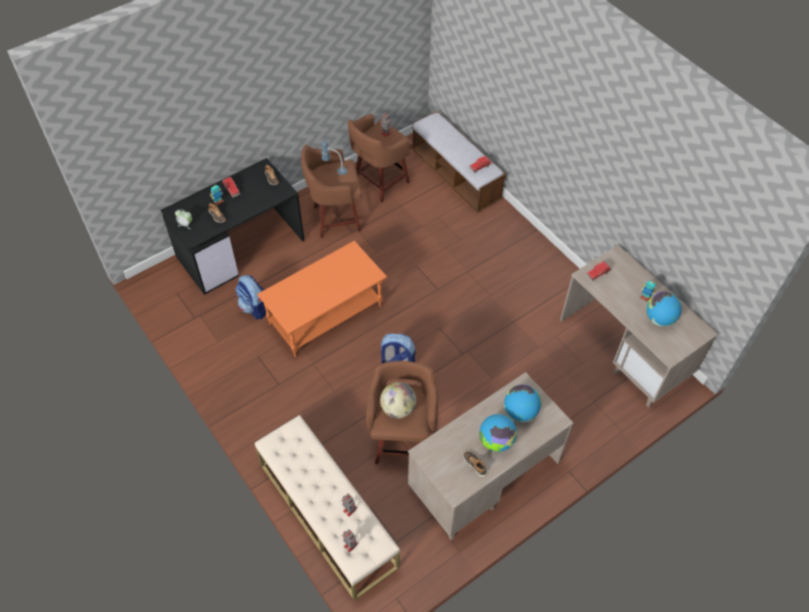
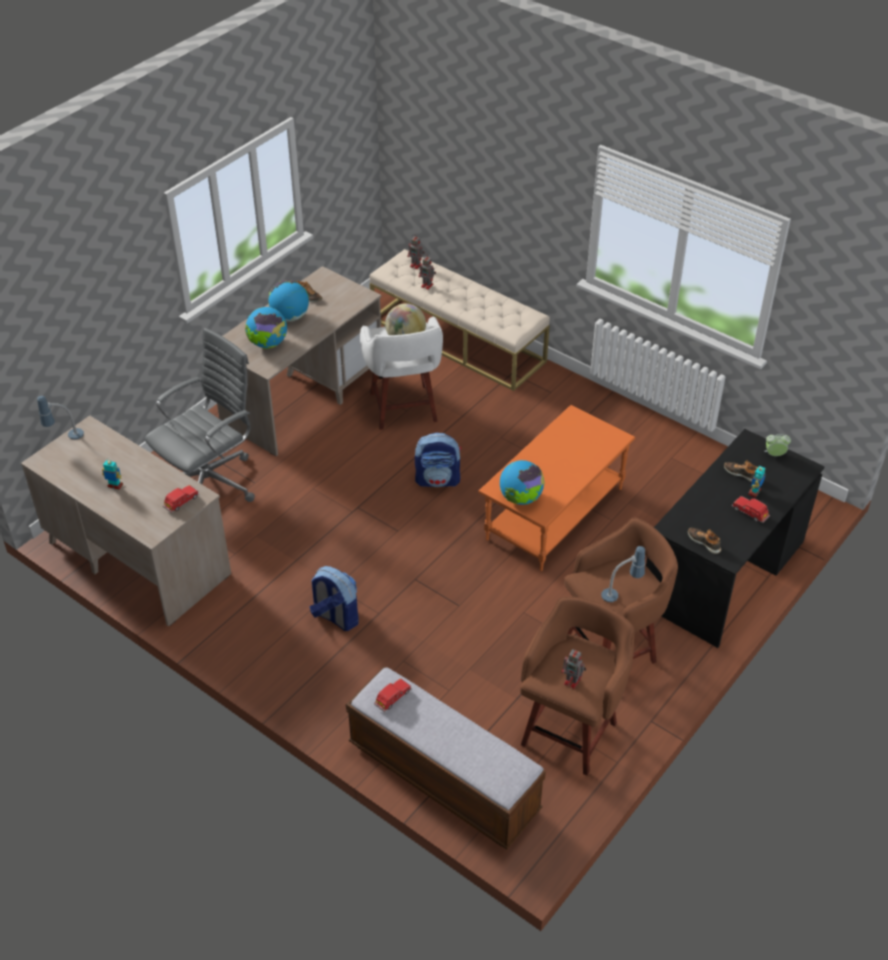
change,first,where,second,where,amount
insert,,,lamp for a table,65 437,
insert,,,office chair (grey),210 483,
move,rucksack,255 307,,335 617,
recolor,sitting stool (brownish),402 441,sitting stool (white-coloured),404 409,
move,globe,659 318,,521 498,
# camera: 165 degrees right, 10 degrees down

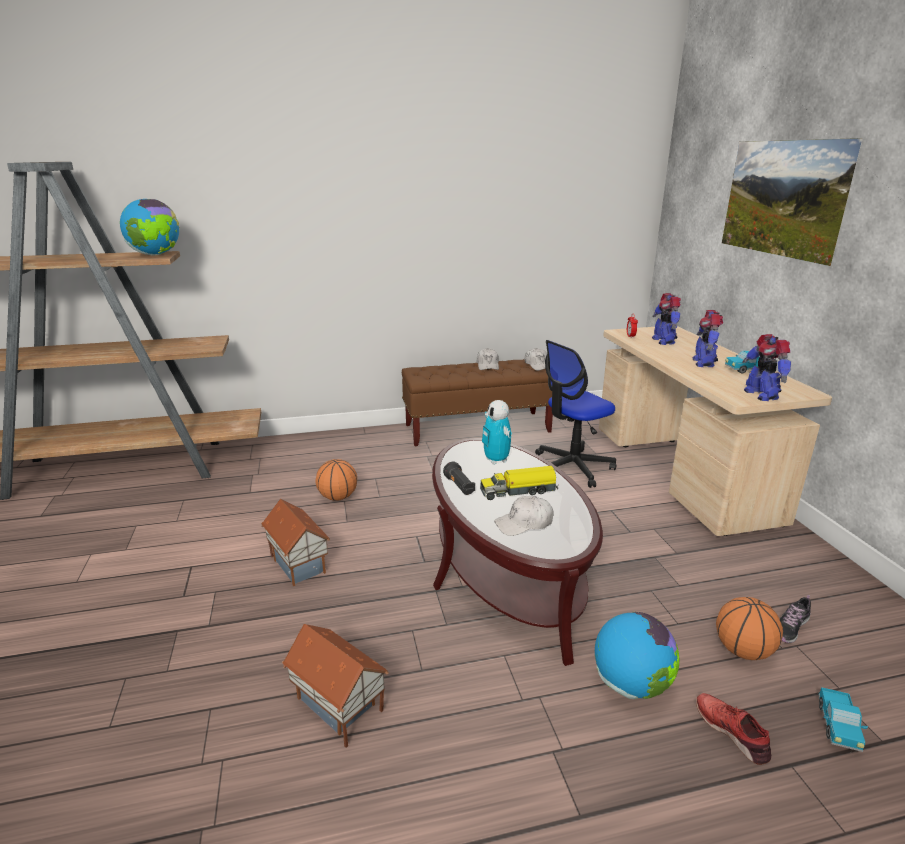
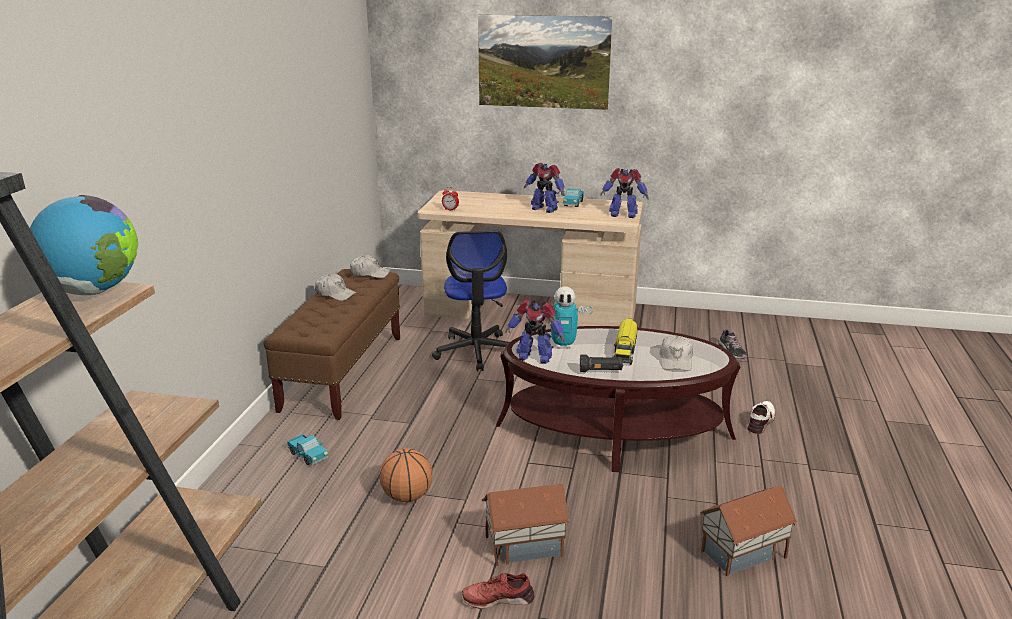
change,first,where,second,where,amount
move,toy truck,837 727,,308 456,
move,low shoe (reddish),732 731,,498 598,
move,toy robot,663 341,,534 357,
replace,globe,631 684,low shoe (white-coloured),761 421,
delete,ball for basketball,743 650,,,
# camera: 65 degrees left, 0 degrees up

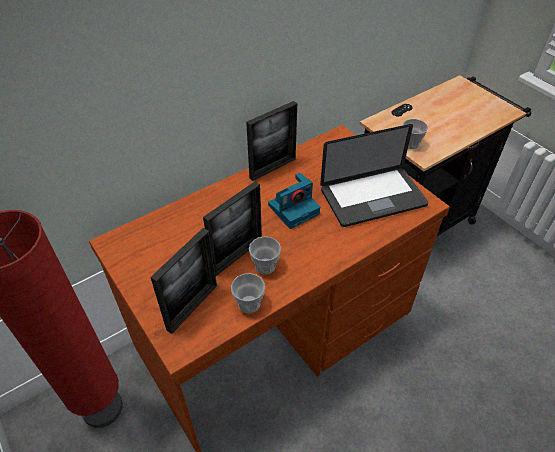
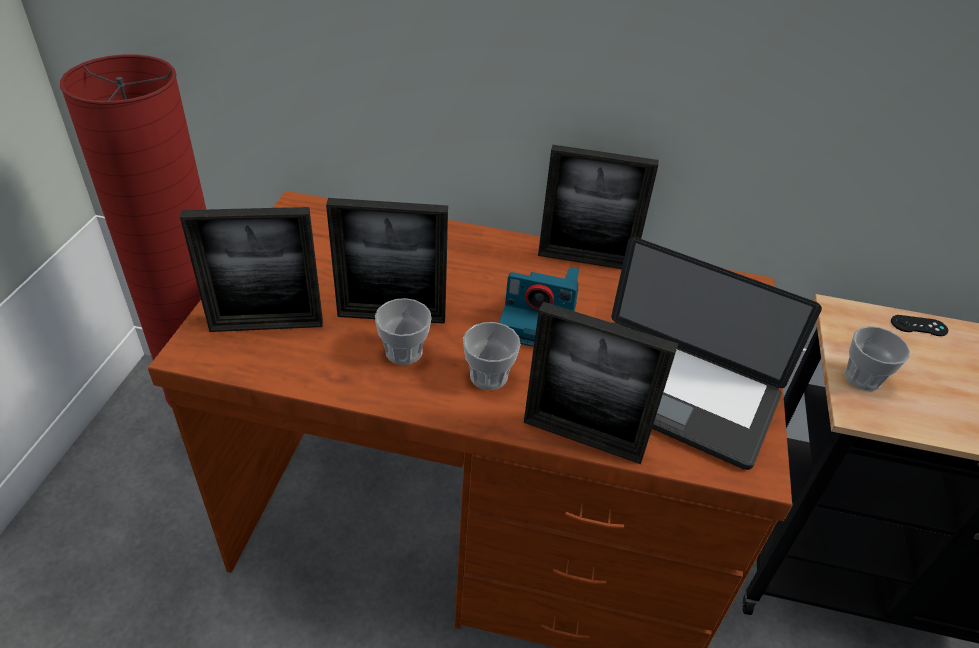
change,first,where,second,where,amount
move,small cup,249 303,,488 376,
insert,,,photo frame,582 438,
# camera: 45 degrees right, 5 degrees down

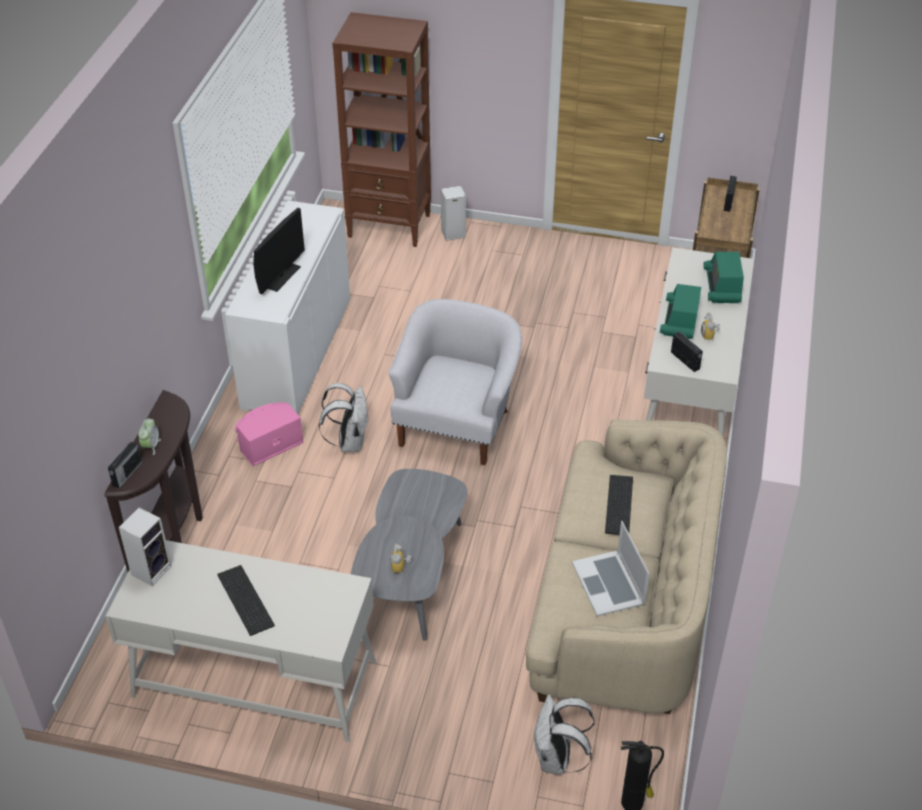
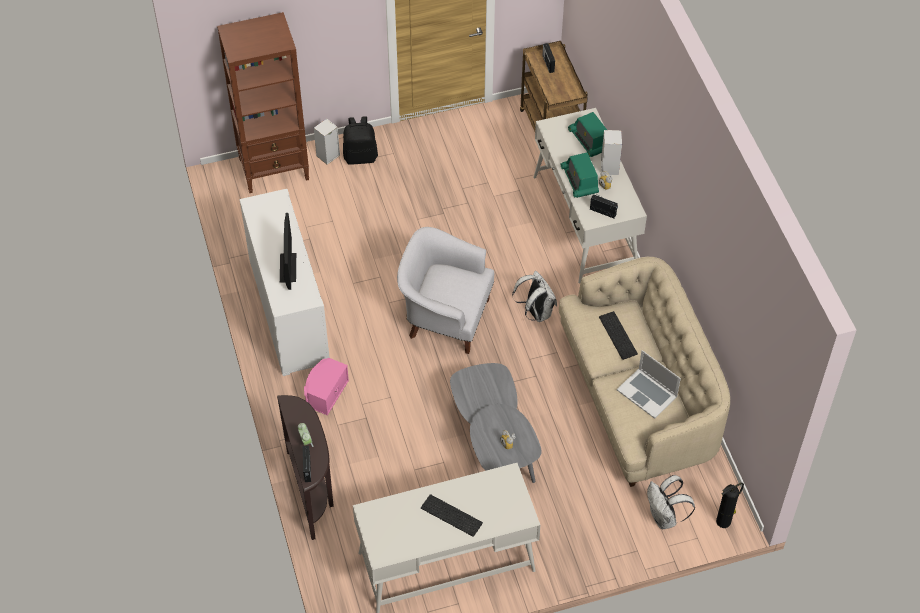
change,first,where,second,where,amount
insert,,,rucksack (black-coloured),360 156,
rotate,armchair (white-coloured),456 425,,445 317,60 degrees counterclockwise
move,rucksack (white-coloured),349 442,,536 312,
move,speaker,151 569,,609 167,
# camera: 30 degrees left, 10 degrees up

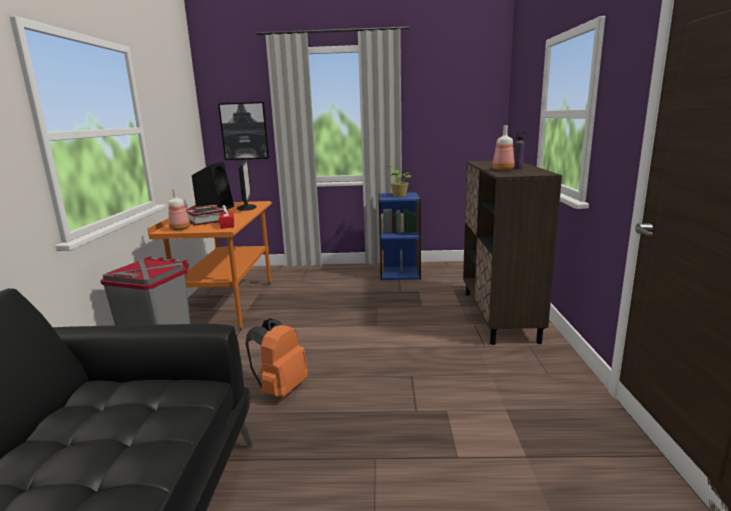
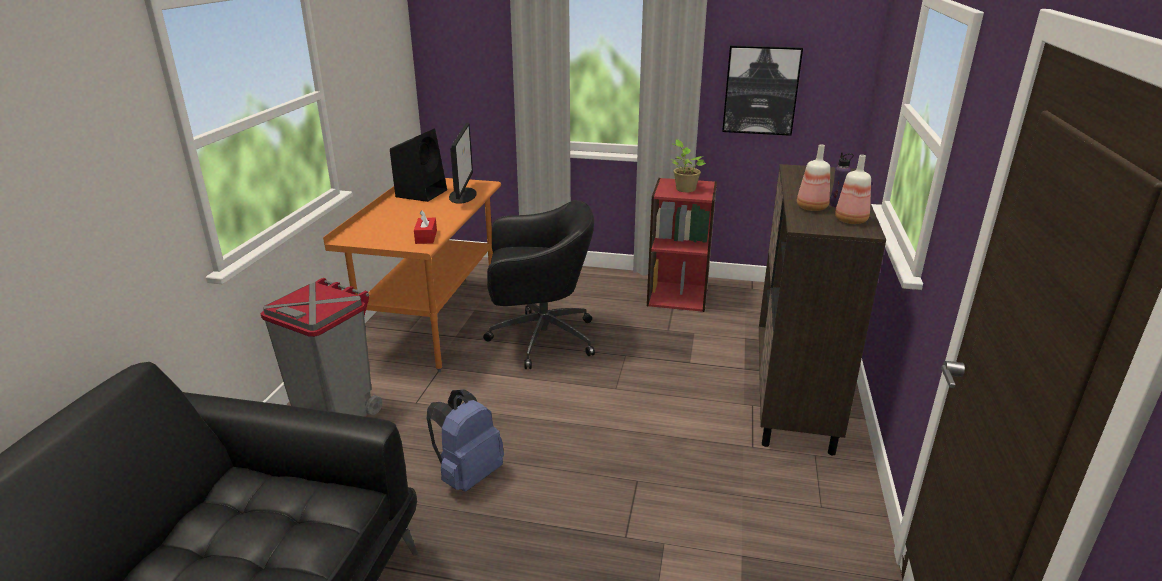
change,first,where,second,where,amount
recolor,rucksack (orangey),280 389,rucksack (blue-coloured),468 475,
insert,,,office chair (black-coloured),539 338,
recolor,bookcase (blue-coloured),399 273,bookcase (reddish),678 296,
move,wall picture,244 131,,761 90,
move,beverage bottle,180 229,,852 221,
delete,volume,205 220,,,
# camera: 10 degrees right, 10 degrees up

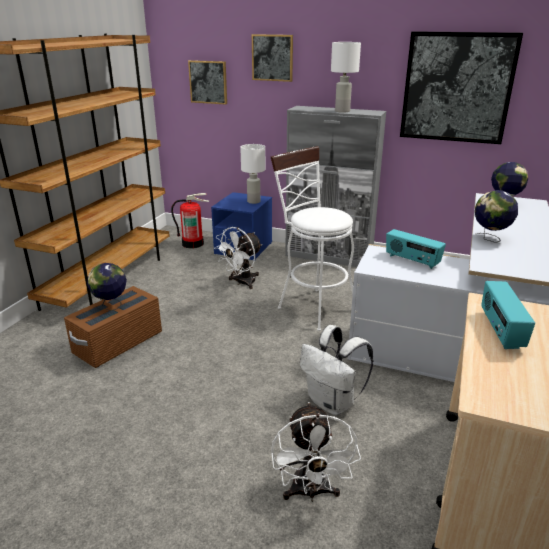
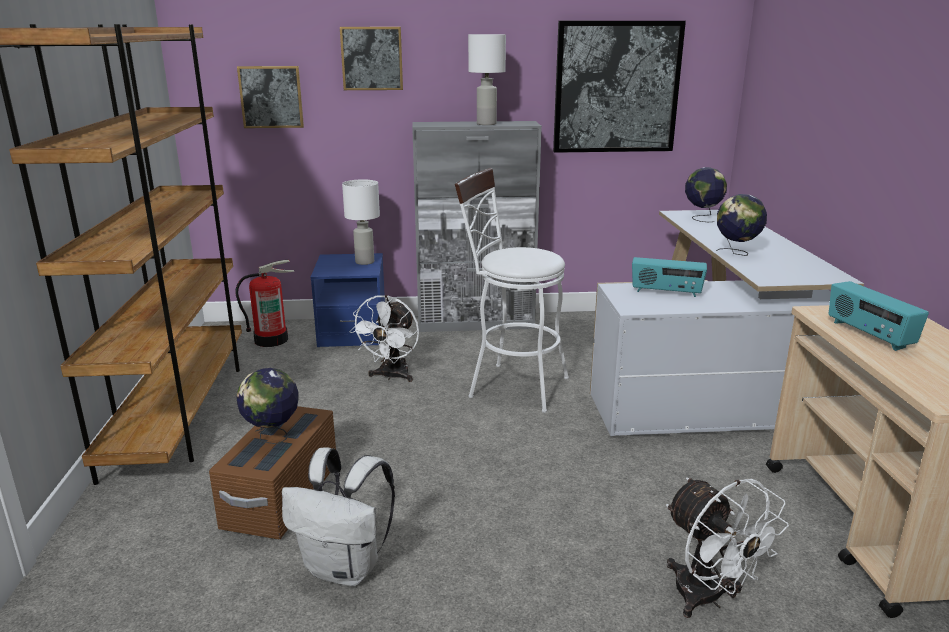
change,first,where,second,where,amount
move,rucksack (white-coloured),333 403,,345 568,
# camera: 25 degrees left, 5 degrees down

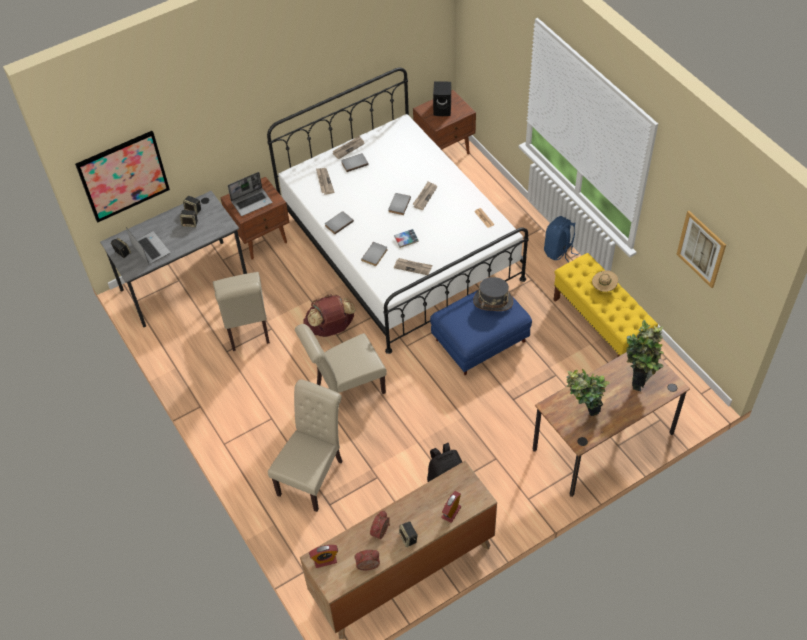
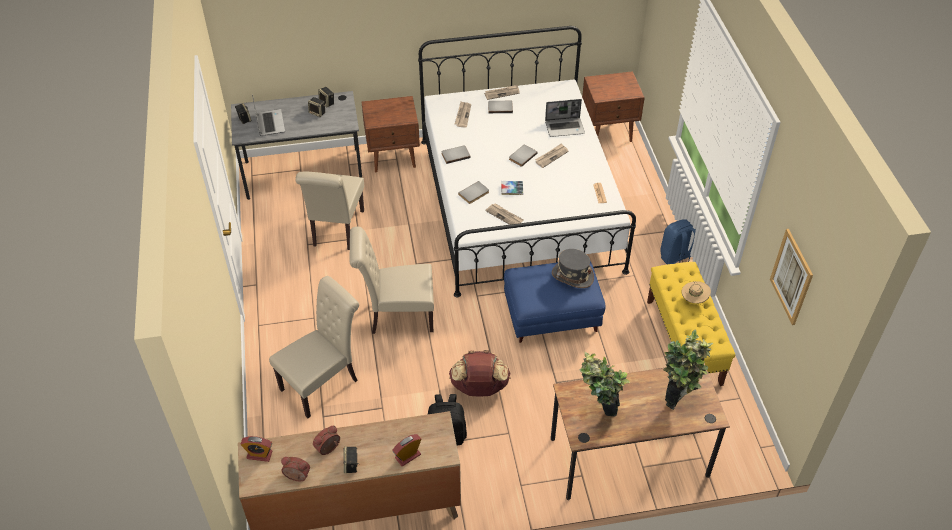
change,first,where,second,where,amount
move,rucksack (brownish),331 328,,479 388,
move,notebook computer,252 202,,565 127,
delete,wall picture,123 176,,,
delete,speaker (black-coloured),443 109,,,
# camera: 20 degrees right, 5 degrees down

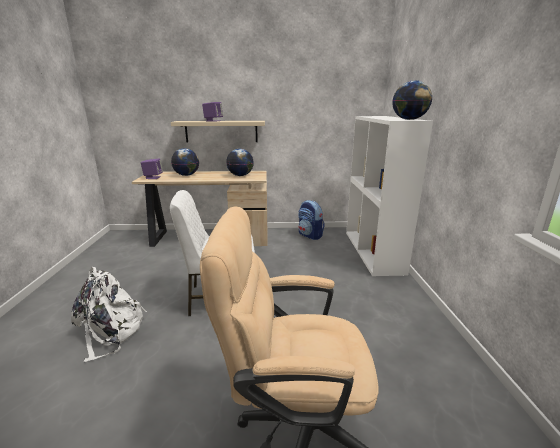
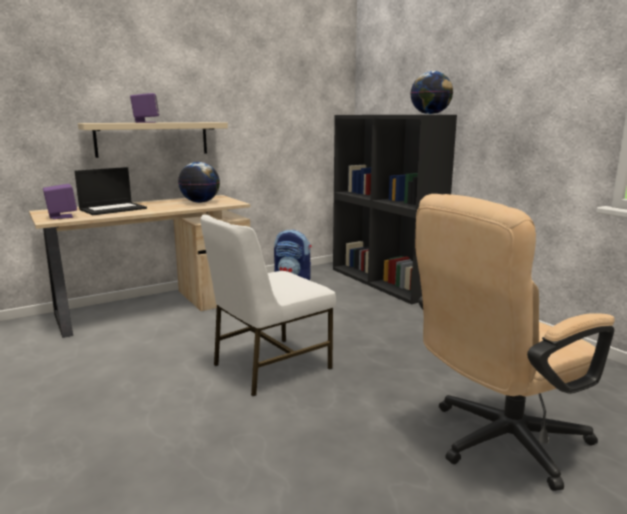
change,first,where,second,where,amount
replace,globe,186 175,notebook computer,113 209,
recolor,bookcase (white-coloured),373 251,bookcase (black-coloured),385 282,
delete,rucksack (white-coloured),110 331,,,
# camera: 30 degrees left, 5 degrees down

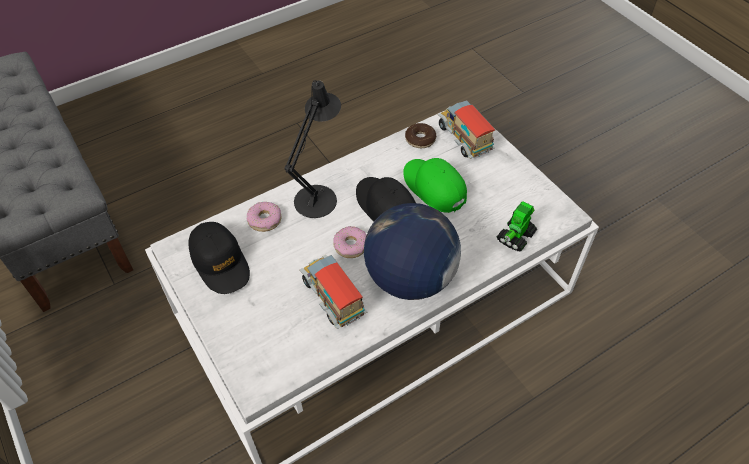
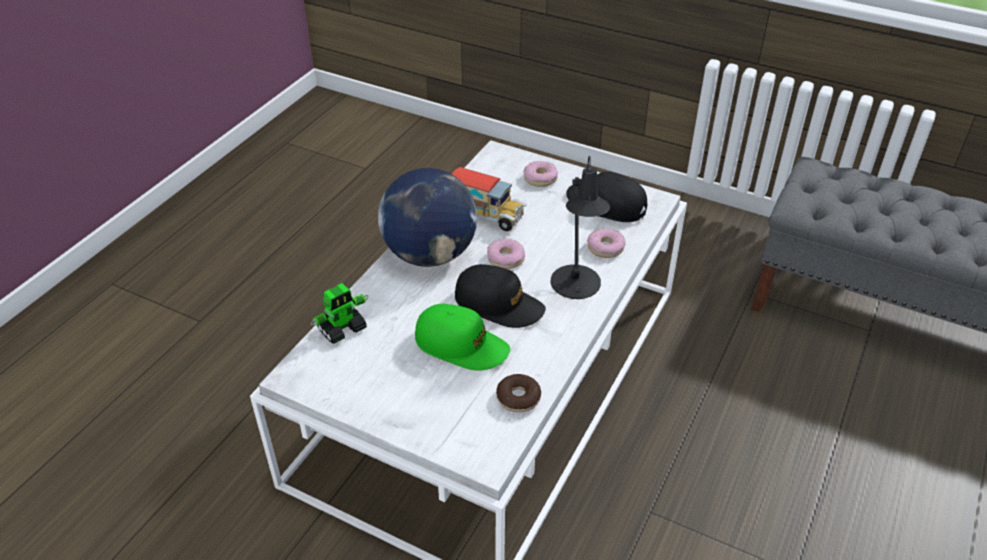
change,first,where,second,where,amount
rotate,toy robot,515 237,,343 329,45 degrees clockwise
insert,,,donut,540 178,
delete,toy truck,464 140,,,
# camera: 150 degrees right, 10 degrees down

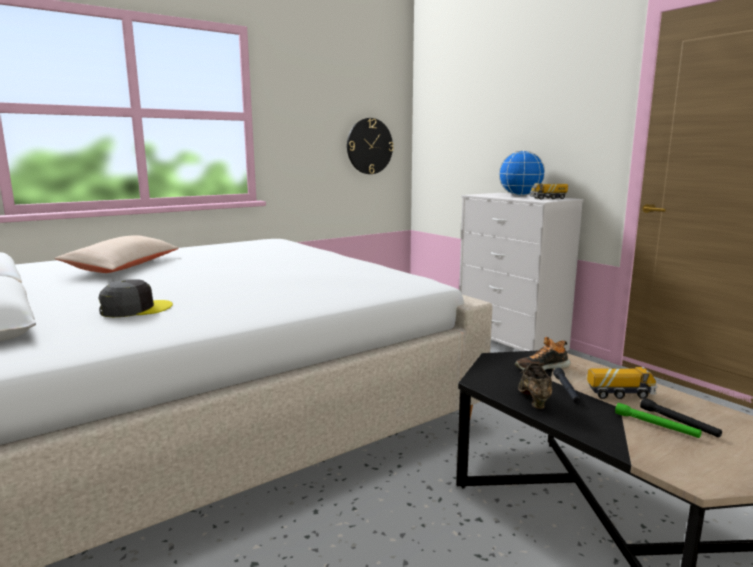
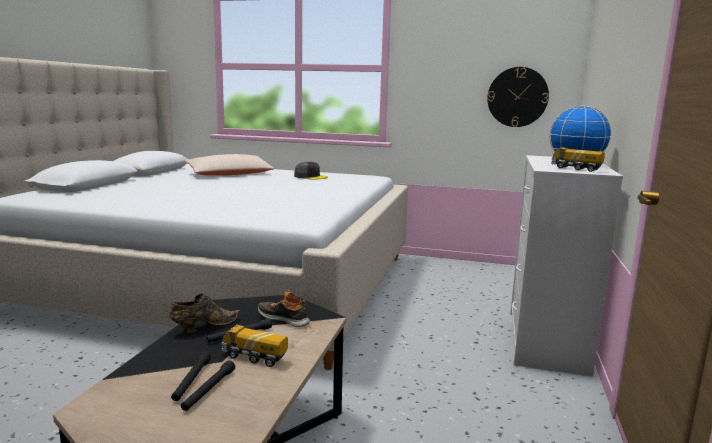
change,first,where,second,where,amount
recolor,flashlight (greenish),656 425,flashlight (black-coloured),191 380,
rotate,toy truck,620 394,,254 357,150 degrees clockwise
move,baseball cap (grey),135 309,,310 177,
# camera: 50 degrees right, 0 degrees up

